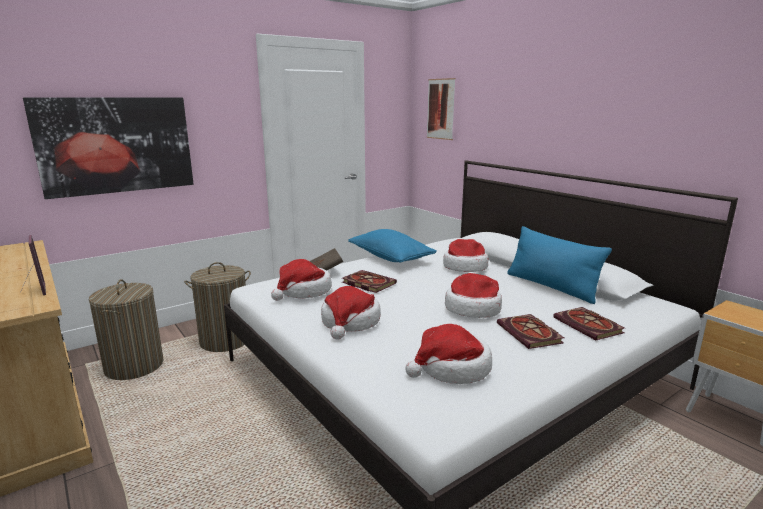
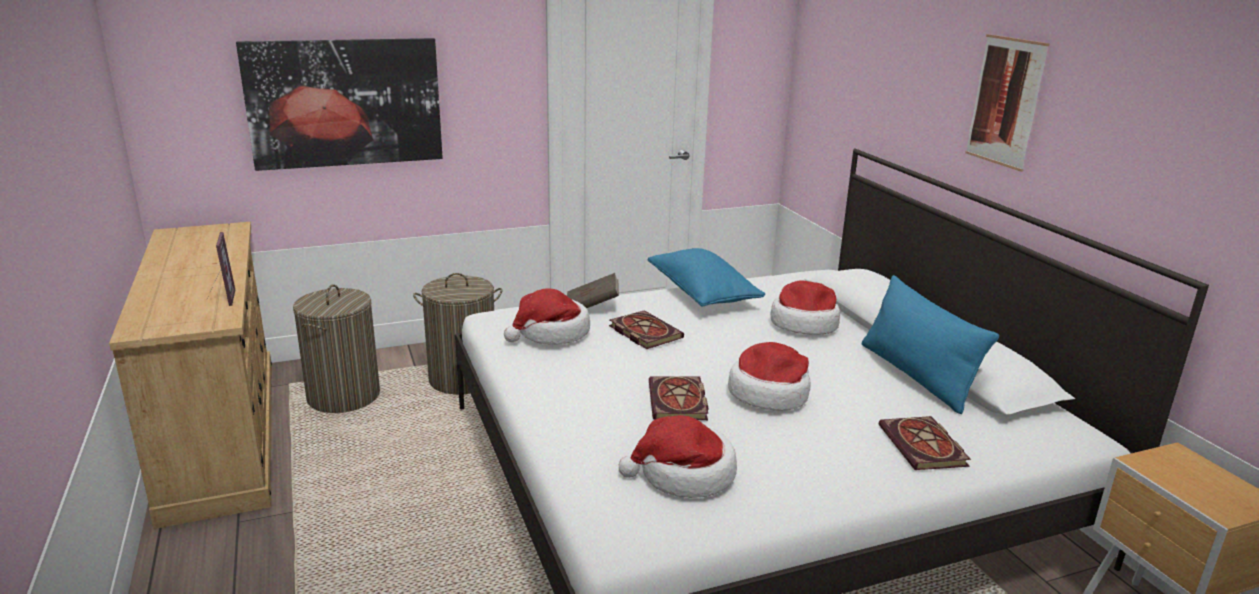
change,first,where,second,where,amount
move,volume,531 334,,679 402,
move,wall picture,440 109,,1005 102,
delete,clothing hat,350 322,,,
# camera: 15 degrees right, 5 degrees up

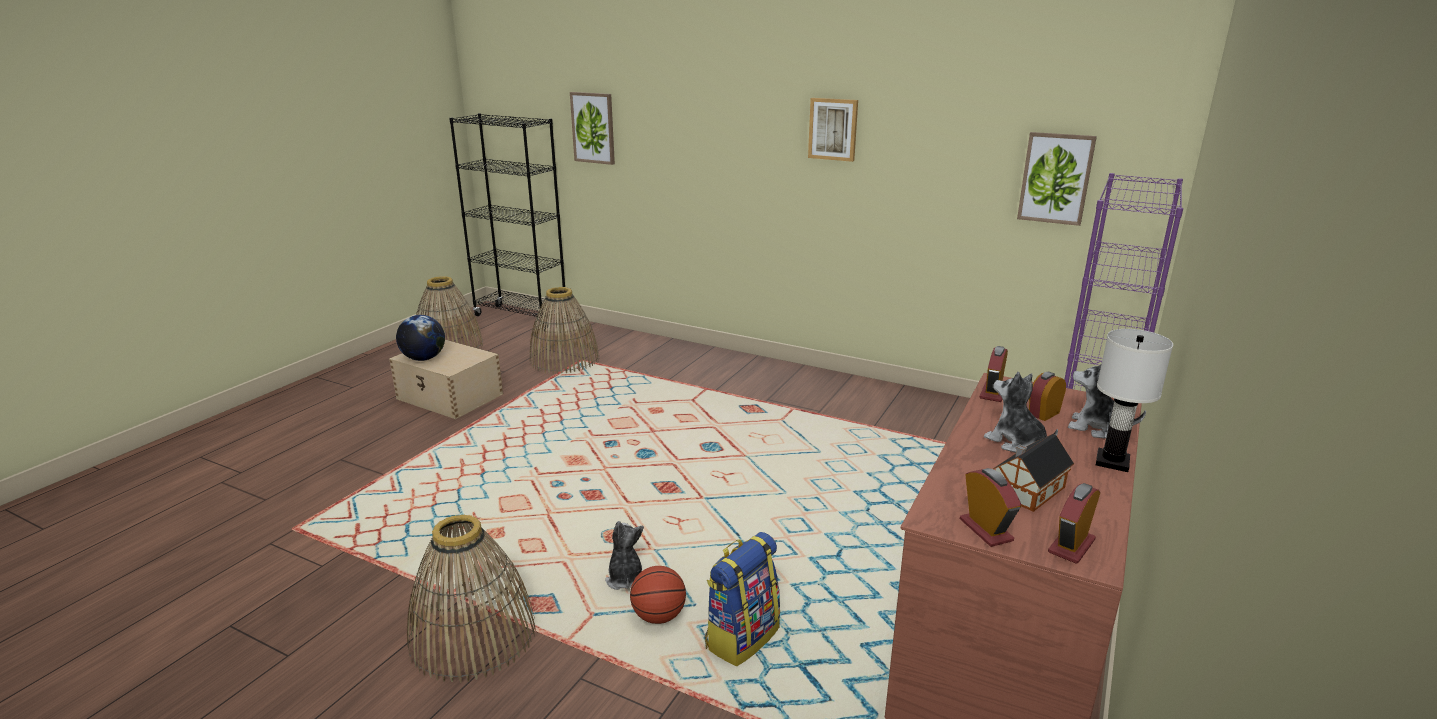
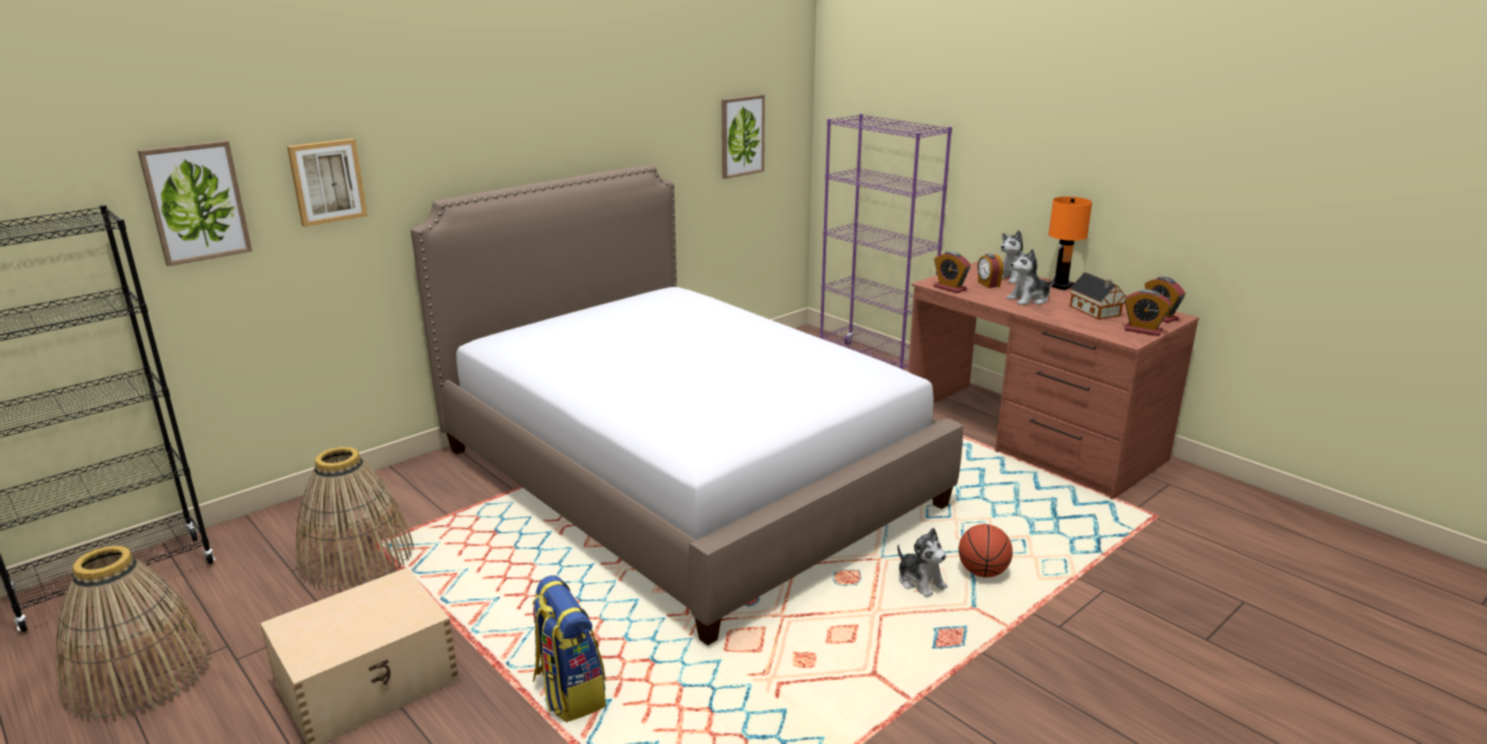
change,first,where,second,where,amount
move,wall picture,833 129,,327 181,
insert,,,sleeping bed,684 476,
move,rucksack,741 637,,569 692,
rotate,cuddly toy,625 578,,920 582,135 degrees counterclockwise
recolor,lamp for a table (white-coloured),1111 461,lamp for a table (orangey),1060 286,
rotate,alarm clock,985 530,,1143 330,150 degrees counterclockwise
delete,globe,423 358,,,
delete,storage basket,473 635,,,
# camera: 70 degrees left, 0 degrees up

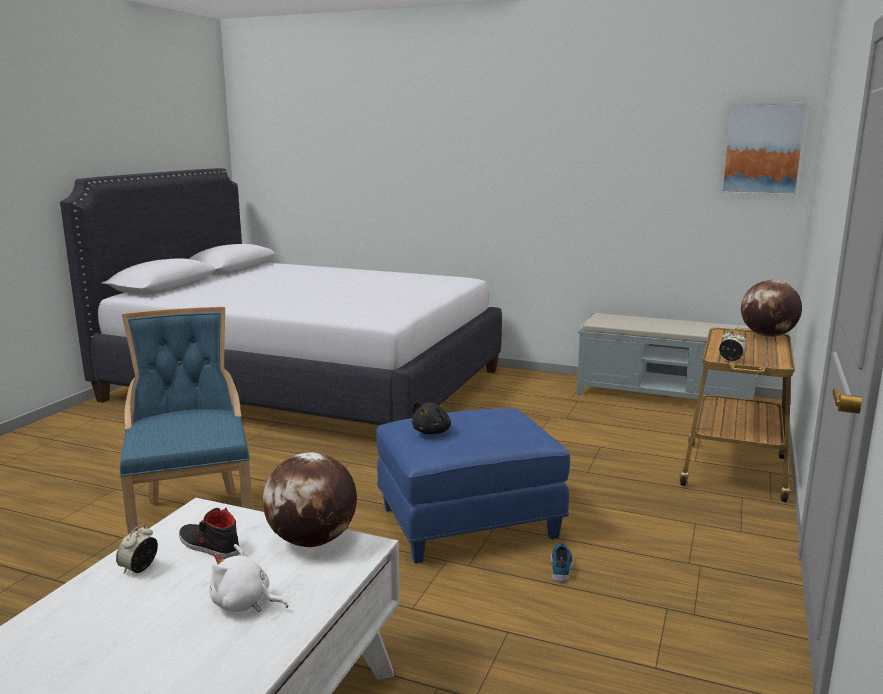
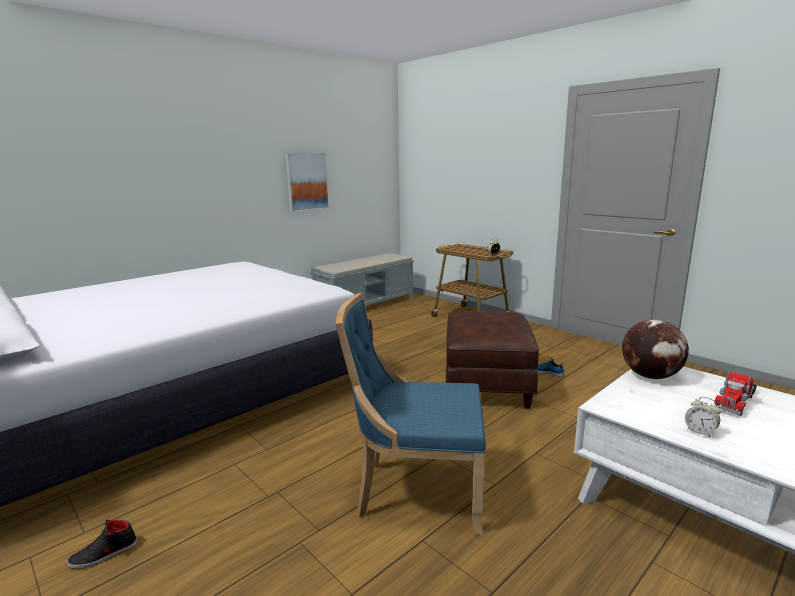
change,first,where,second,where,amount
move,low shoe (black-coloured),208 546,,104 554,
move,wall picture,763 149,,307 181,
recolor,pouffe (blue-coloured),467 523,pouffe (brownish),487 384,
replace,cuddly toy (white-coloured),244 603,toy truck,735 400,
delete,cuddly toy (black-coloured),432 432,,,
delete,globe,767 336,,,
# camera: 65 degrees left, 0 degrees up

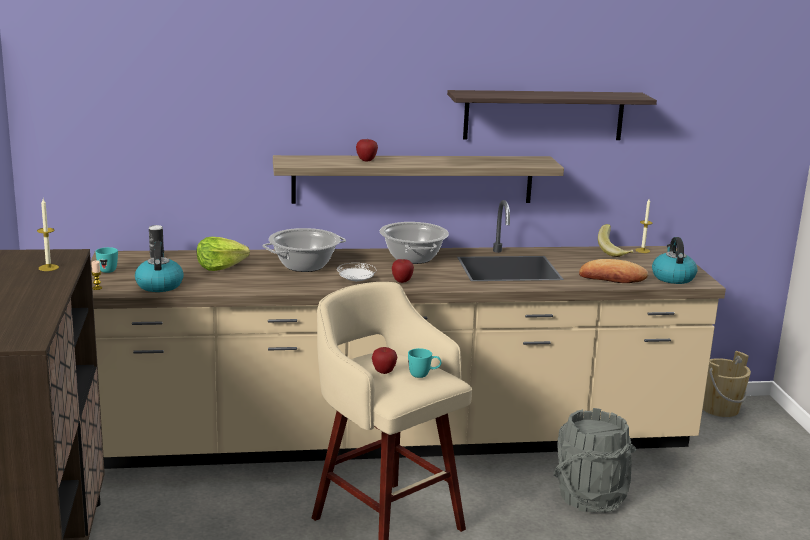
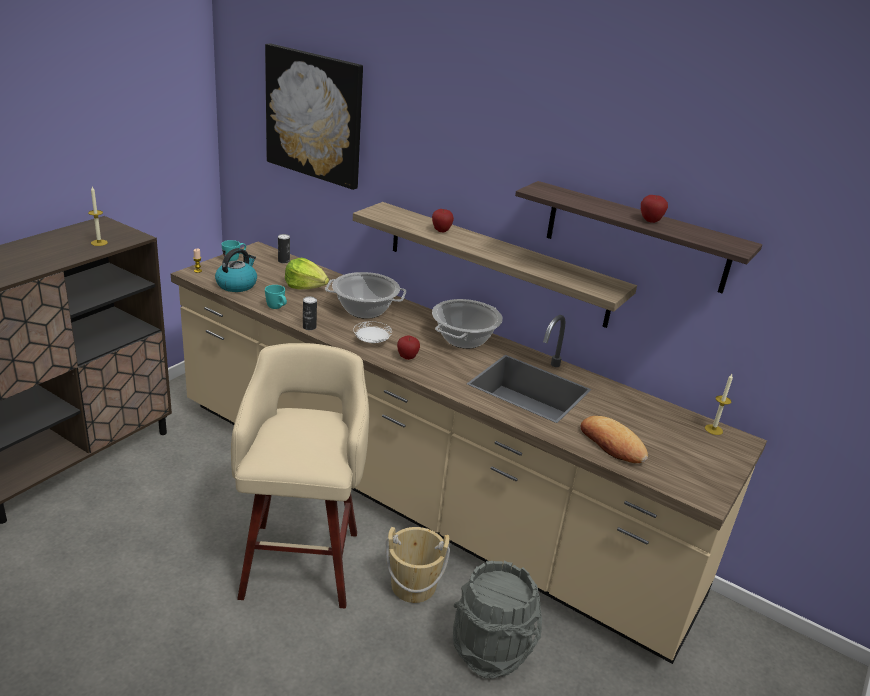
change,first,where,second,where,amount
insert,,,wall picture,314 115,
move,mug (turquoise-coloured),423 375,,277 308,
insert,,,metal can,309 327,
move,pail (beige),719 408,,413 586,
move,whole apple,384 372,,650 221,
delete,banana fruit,615 252,,,
delete,kettle,672 277,,,
# camera: 40 degrees right, 10 degrees up

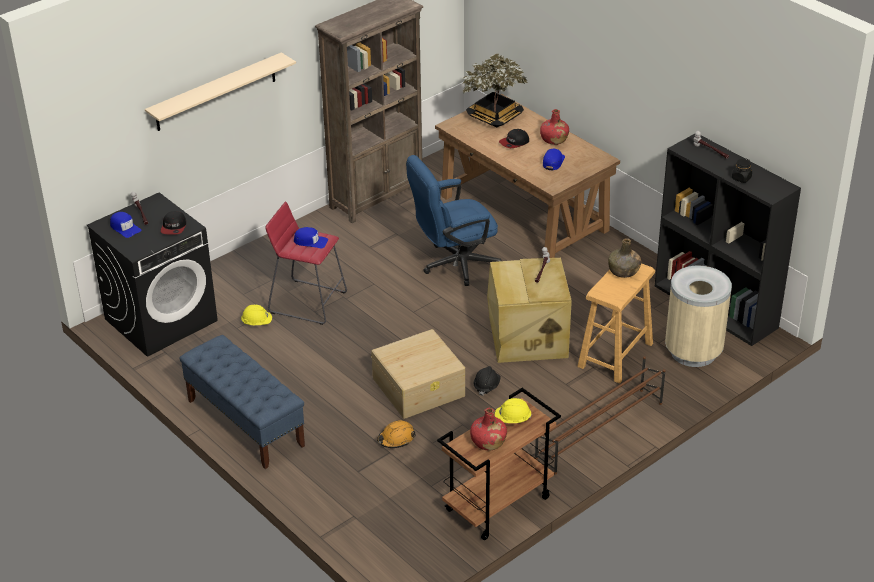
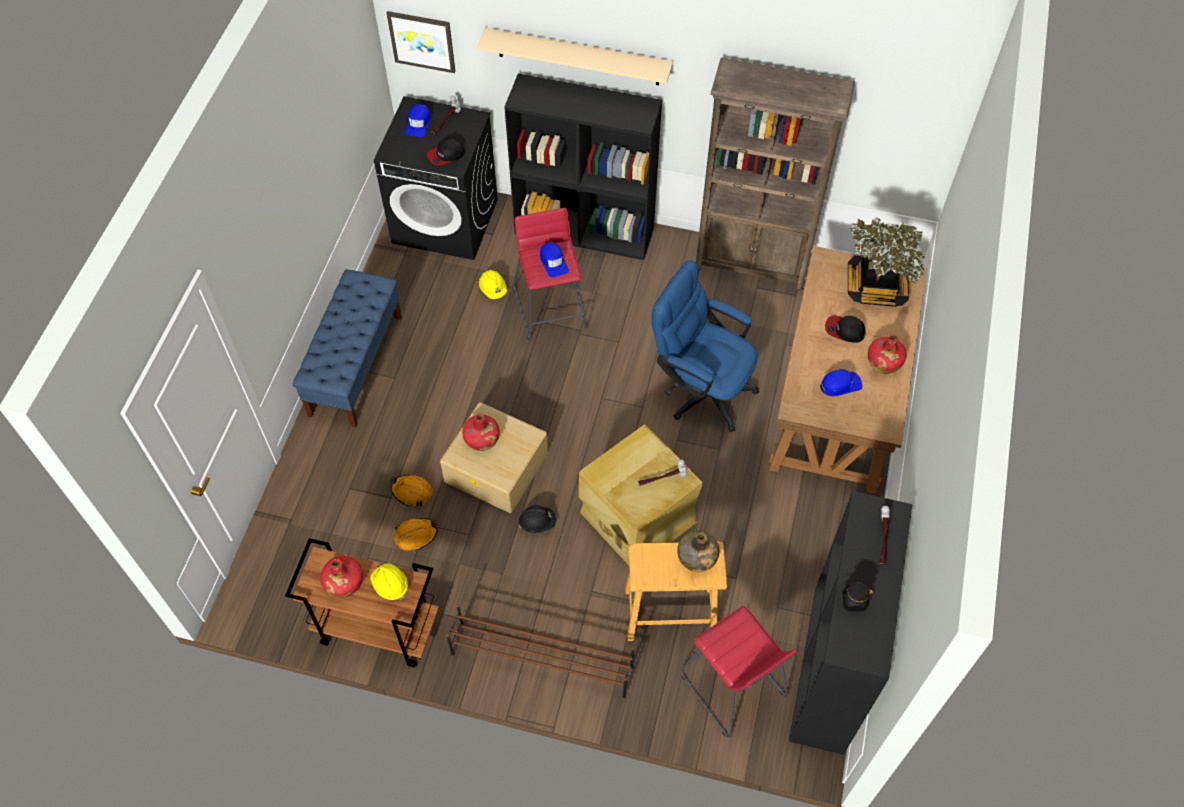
change,first,where,second,where,amount
insert,,,wall picture,422 41,
insert,,,safety helmet (orangey),416 535,
insert,,,beverage bottle (reddish),481 439,
insert,,,bookcase (black-coloured),585 230,
replace,waste bin (beige),693 352,sitting stool (reddish),733 686,
# camera: 55 degrees right, 20 degrees up

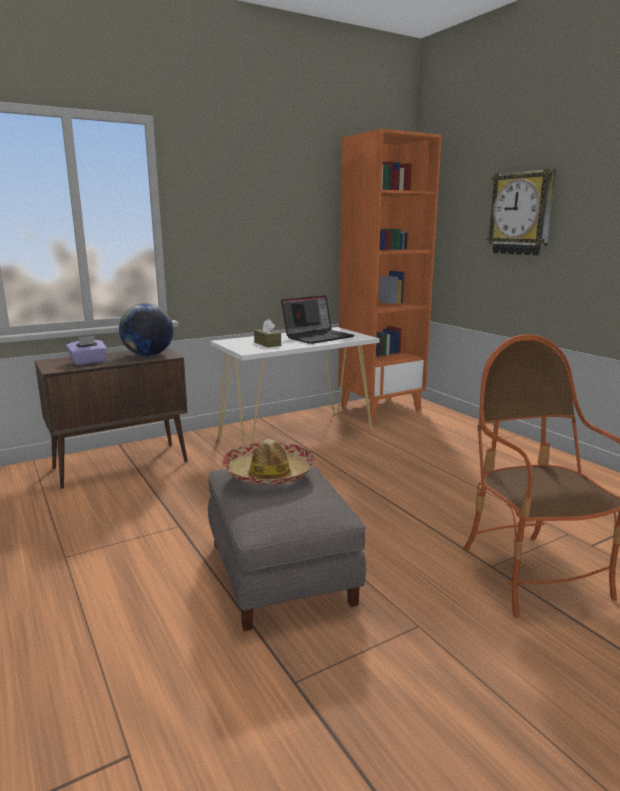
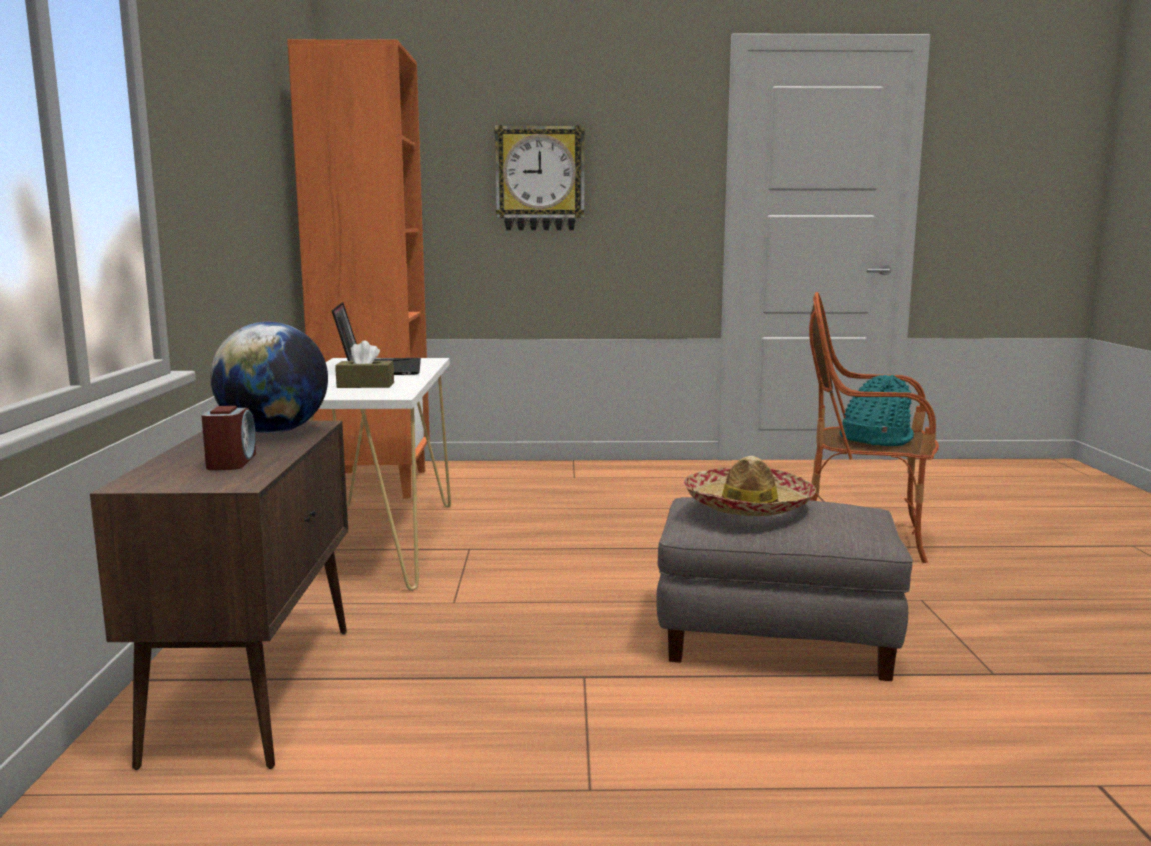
change,first,where,second,where,amount
replace,tissue box (purple),88 362,alarm clock,231 462,
insert,,,clothing hat (turquoise-coloured),875 439,
# camera: 60 degrees left, 5 degrees down

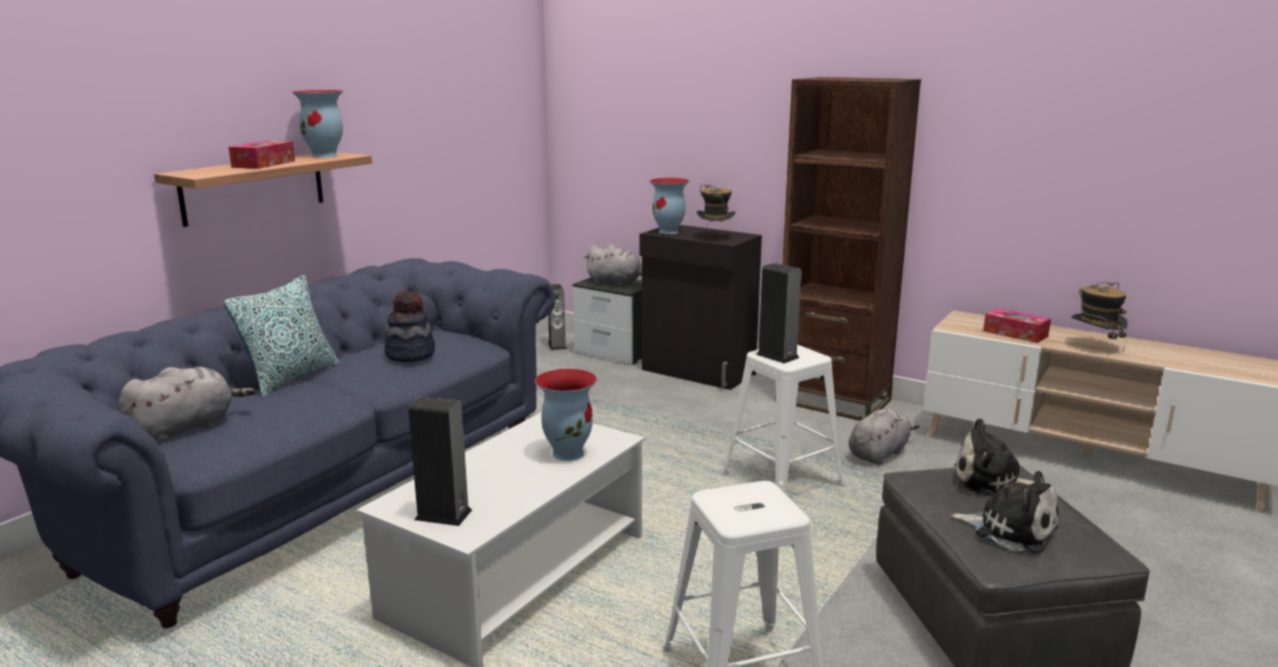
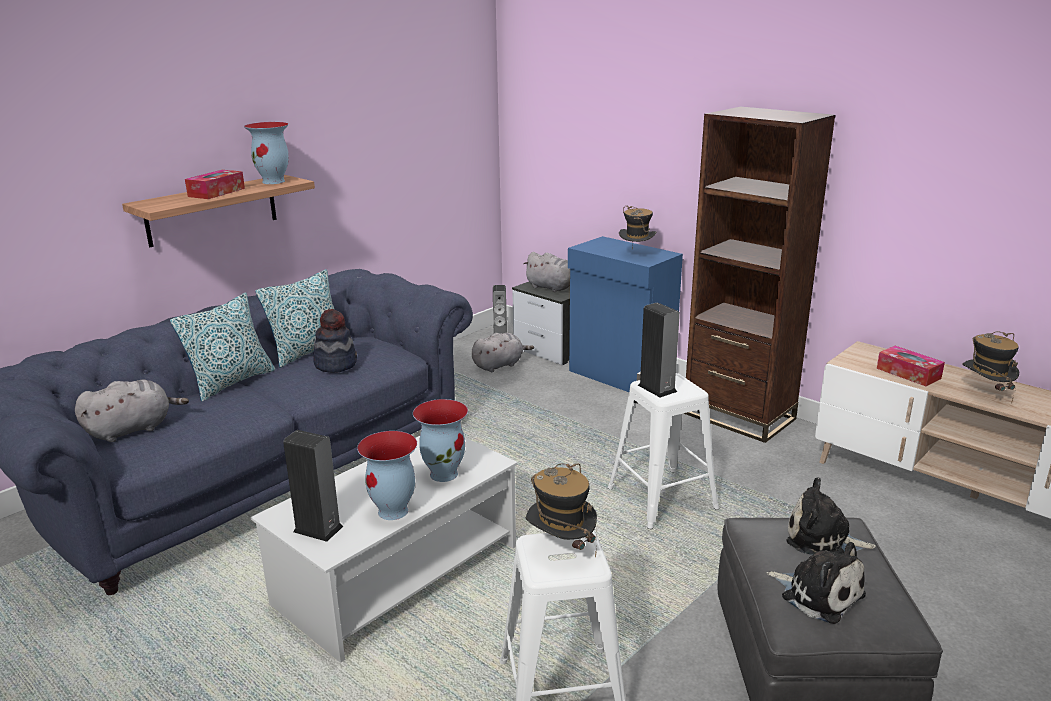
change,first,where,second,where,amount
insert,,,pillow,308 352,
move,vase,669 232,,394 511,
move,cuddly toy (grey),879 454,,499 365,
insert,,,clothing hat,561 549,
recolor,cabinet (black-coloured),698 372,cabinet (blue-coloured),620 376,
# camera: 10 degrees right, 5 degrees up

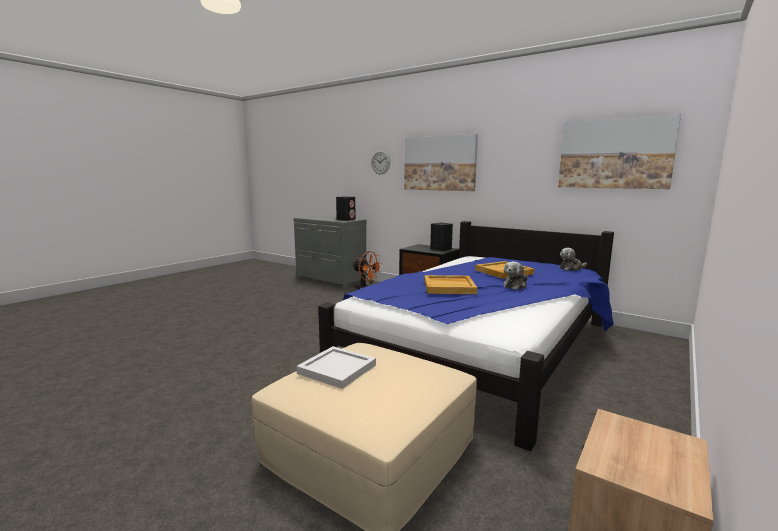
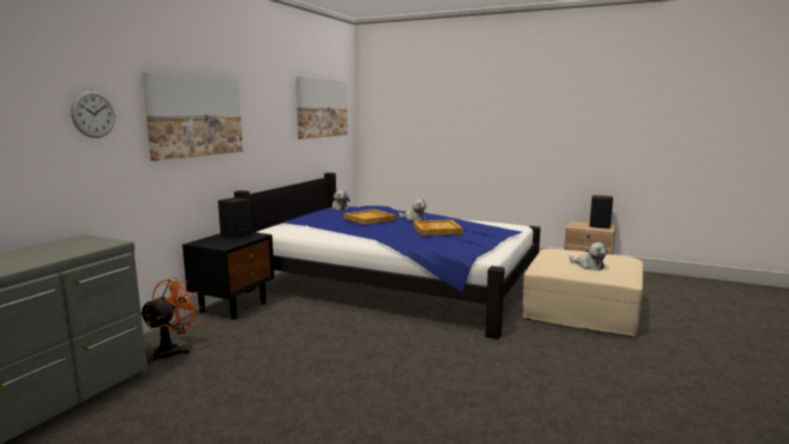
change,first,where,second,where,amount
replace,serving tray (white-coloured),338 369,cuddly toy,589 266,
move,speaker (black-coloured),346 219,,599 226,
# camera: 100 degrees left, 0 degrees up

